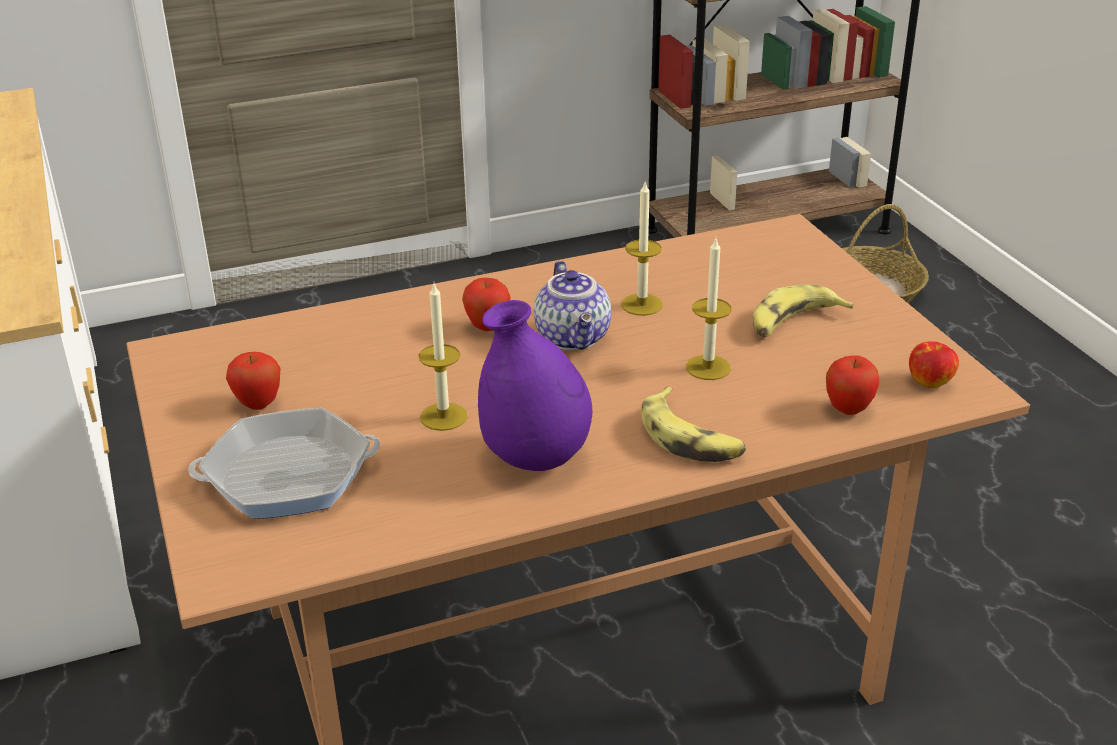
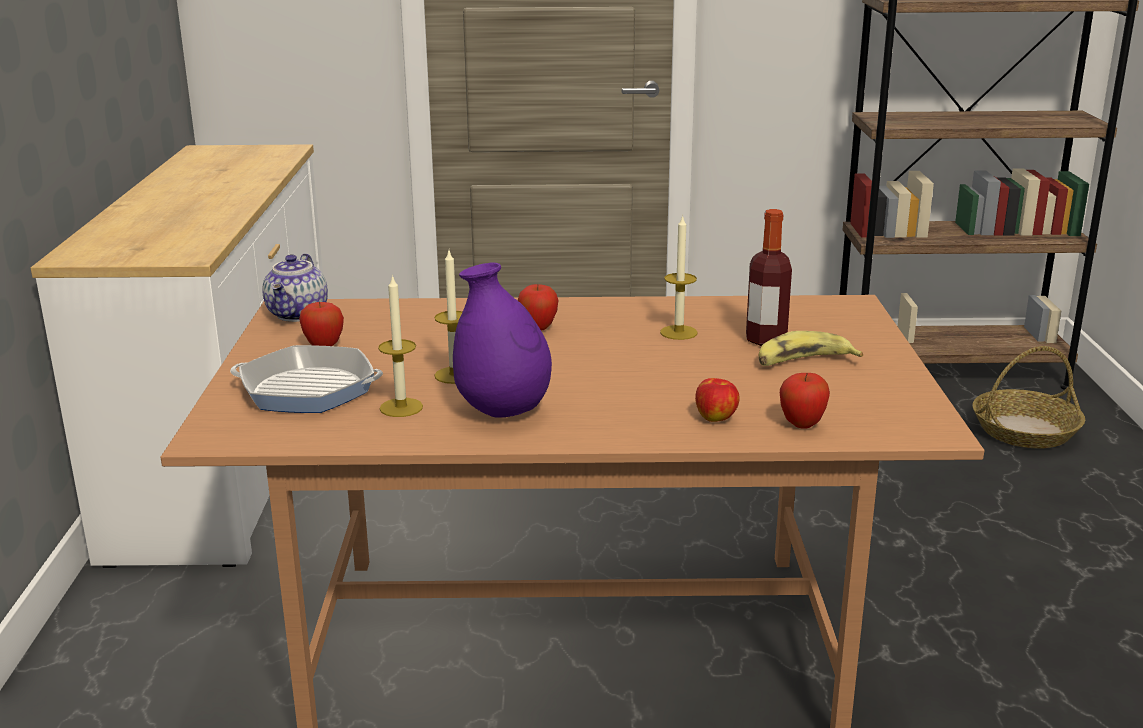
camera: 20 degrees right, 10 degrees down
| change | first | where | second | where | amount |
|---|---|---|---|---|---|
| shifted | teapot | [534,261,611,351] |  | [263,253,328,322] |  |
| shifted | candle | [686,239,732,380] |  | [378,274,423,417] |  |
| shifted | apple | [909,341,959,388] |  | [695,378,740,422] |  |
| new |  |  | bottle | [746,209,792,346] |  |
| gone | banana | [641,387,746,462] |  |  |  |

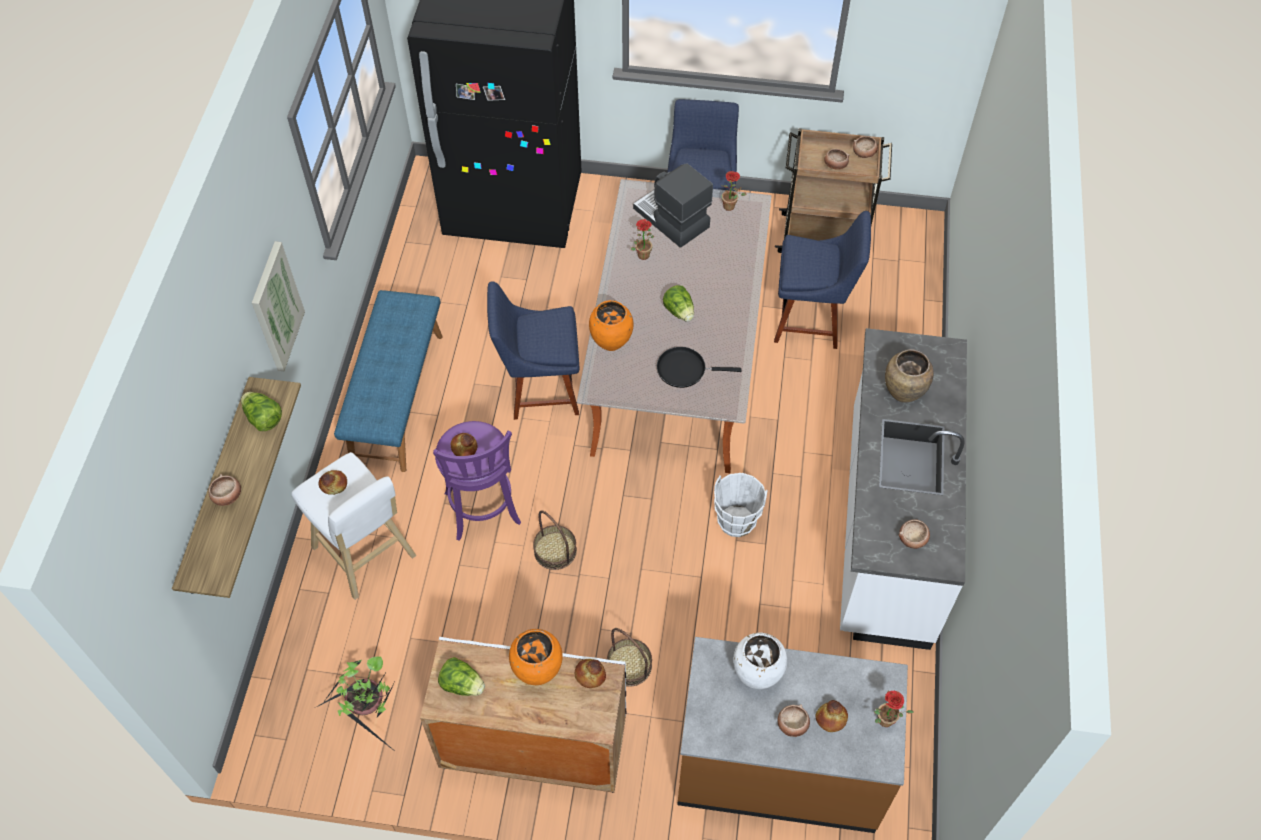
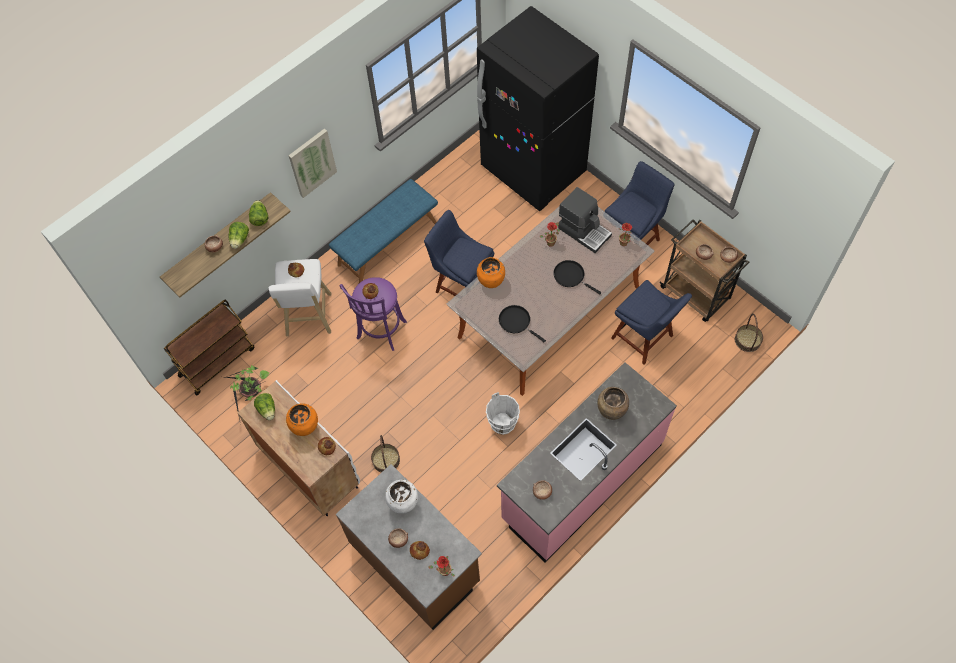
camera: 40 degrees right, 5 degrees up
| change | first | where | second | where | amount |
|---|---|---|---|---|---|
| new |  |  | brown_cart | [164,300,254,395] |  |
| shifted | lettuce | [663,285,694,322] |  | [228,222,249,249] |  |
| repainted | white_counter | [840,328,967,650] | pink_counter | [497,362,677,562] |  |
| new |  |  | black_frying_pan | [553,260,601,295] |  |
| rotated | coffee_machine | [633,164,713,248] |  | [558,187,612,253] | 135 degrees clockwise |
| shifted | basket | [533,511,577,570] |  | [735,313,763,352] |  |

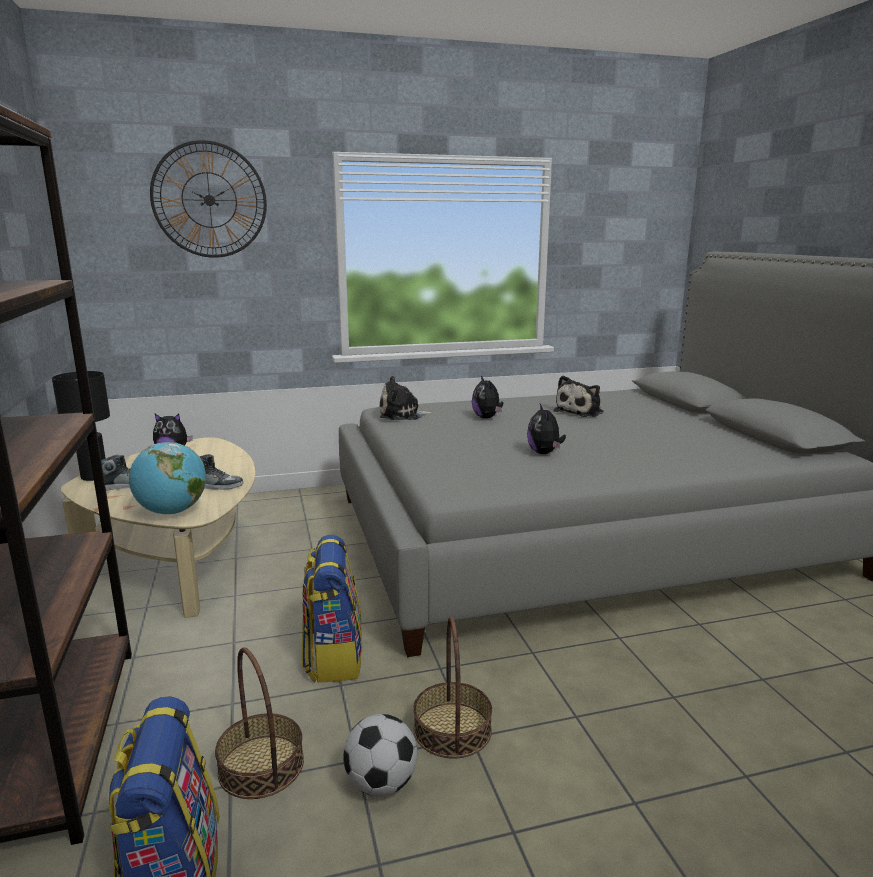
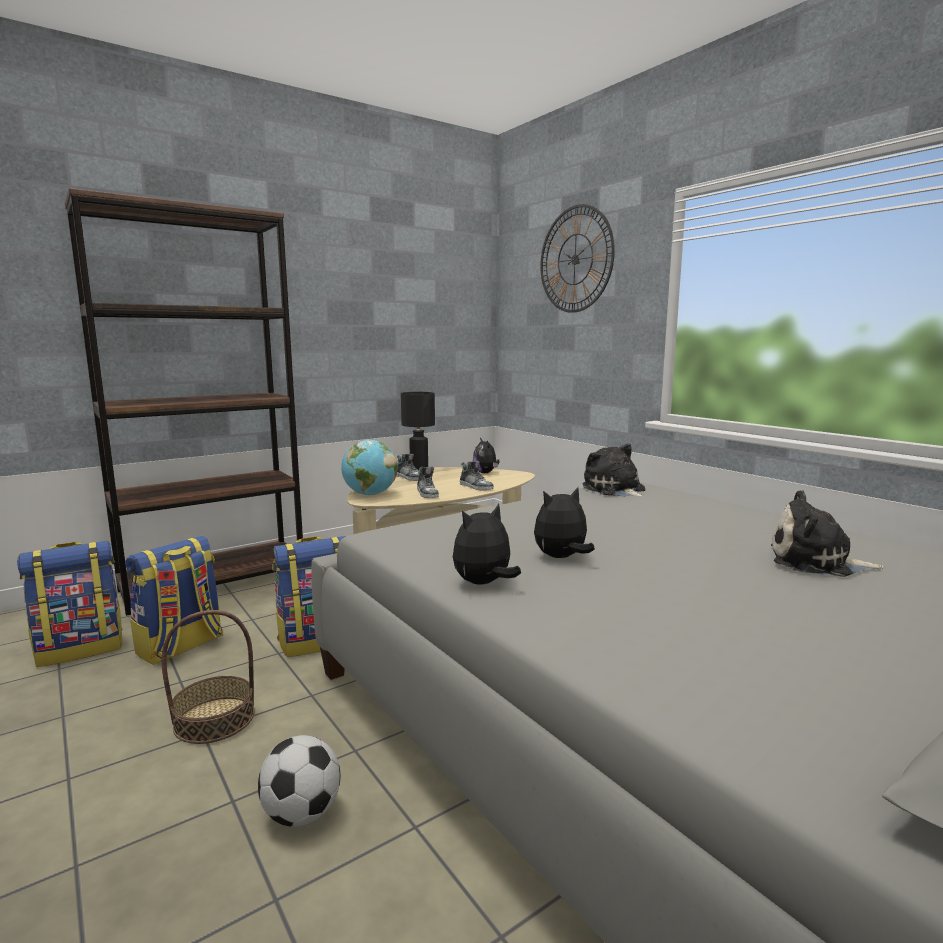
camera: 70 degrees right, 5 degrees down
| change | first | where | second | where | amount |
|---|---|---|---|---|---|
| swapped | basket | [215,647,304,799] | backpack | [126,536,223,665] |  |
| shifted | football | [343,714,417,796] |  | [258,735,340,827] |  |
| shifted | plush_toy | [472,376,503,419] |  | [453,504,521,585] |  |
| new |  |  | shoe | [460,461,494,491] |  |

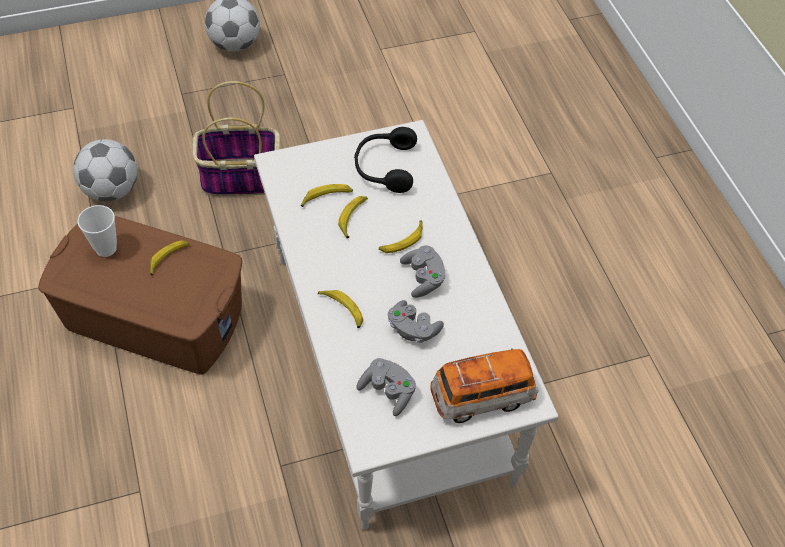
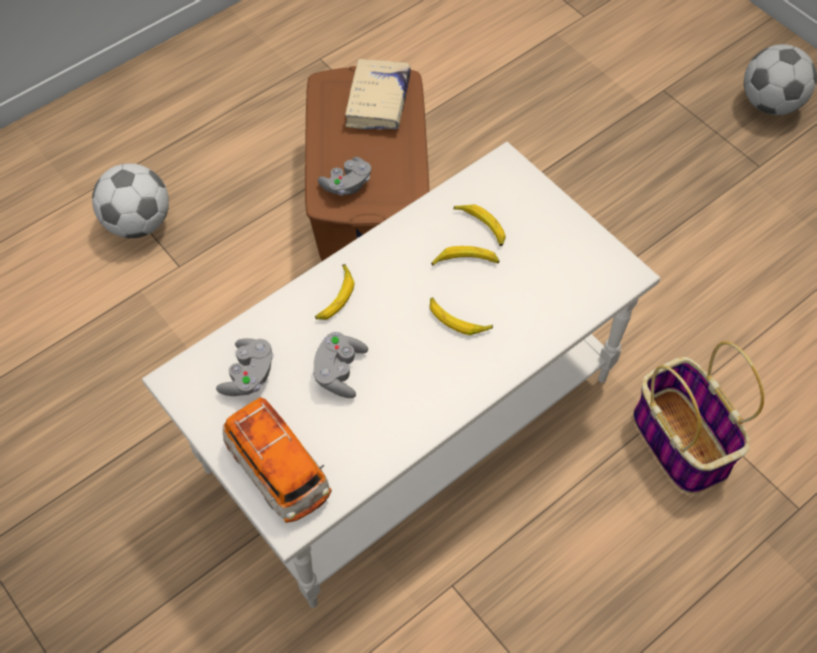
camera: 70 degrees right, 5 degrees up
| change | first | where | second | where | amount |
|---|---|---|---|---|---|
| shifted | football | [73,139,138,202] |  | [92,163,169,238] |  |
| shifted | grey_game_controller | [400,245,445,298] |  | [318,157,371,196] |  |
| swapped | cup | [77,205,117,257] | beige_book | [345,58,411,130] |  |
| shifted | basket | [192,81,280,196] |  | [633,341,764,494] |  |
| gone | banana | [150,240,189,275] |  |  |  |
| gone | black_headphones | [354,127,417,193] |  |  |  |

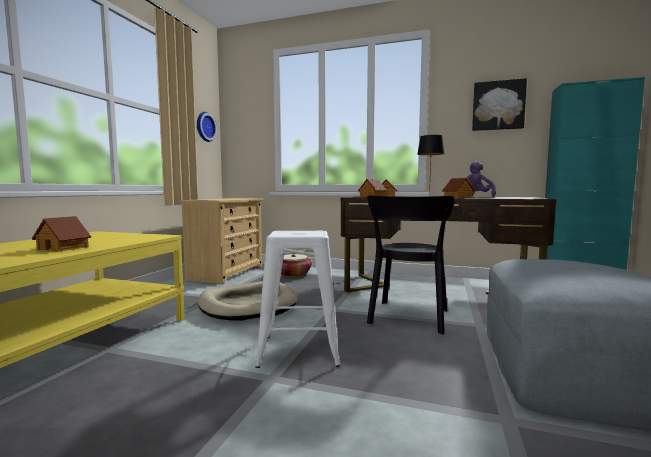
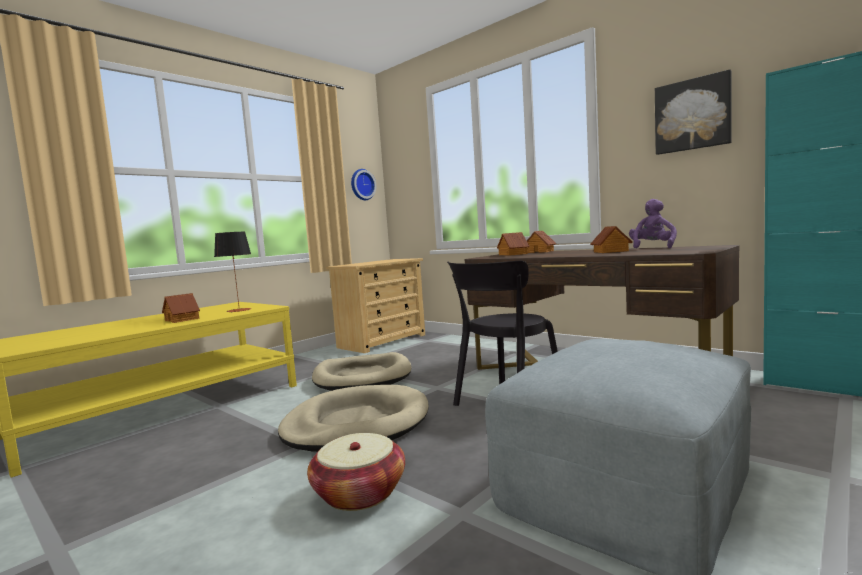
camera: 25 degrees right, 0 degrees up
| change | first | where | second | where | amount |
|---|---|---|---|---|---|
| shifted | table_lamp | [417,135,445,197] |  | [214,232,251,312] |  |
| swapped | white_stool | [255,231,340,368] | beige_dog_bed | [278,385,429,452] |  |
| shifted | basket | [281,254,312,277] |  | [307,433,405,511] |  |

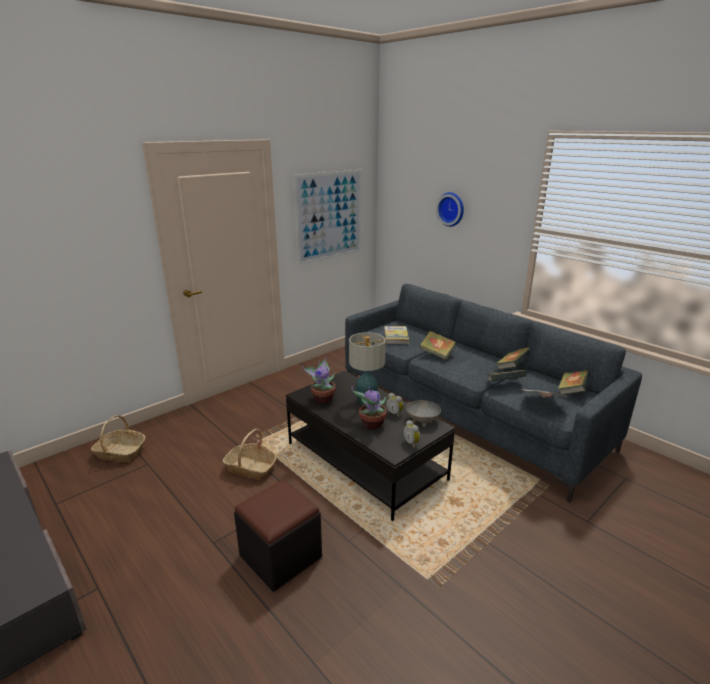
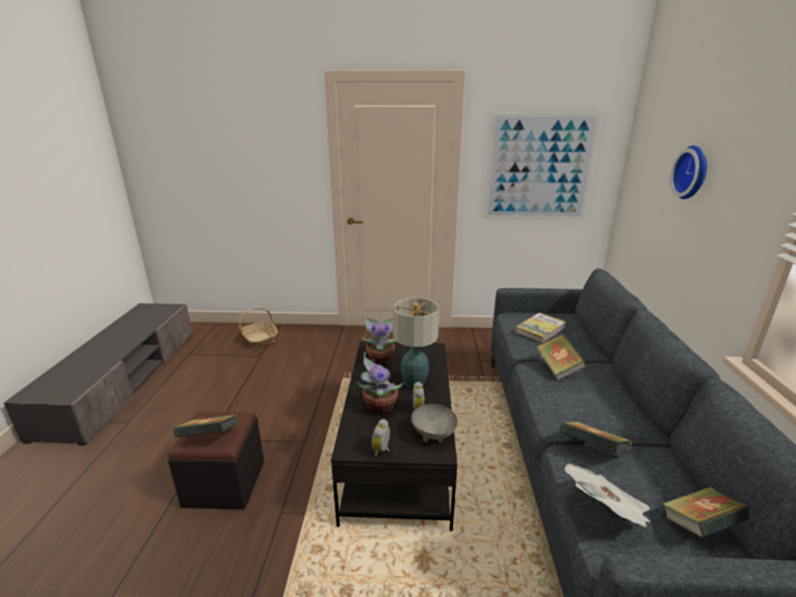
camera: 45 degrees right, 0 degrees up
| change | first | where | second | where | amount |
|---|---|---|---|---|---|
| shifted | book | [496,348,530,370] |  | [174,415,239,437] |  |
| gone | basket | [223,429,277,480] |  |  |  |

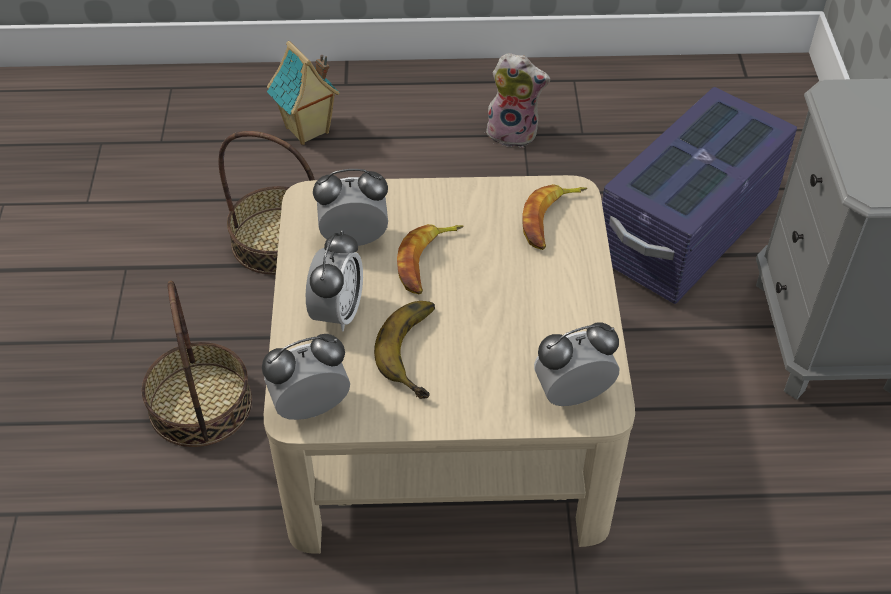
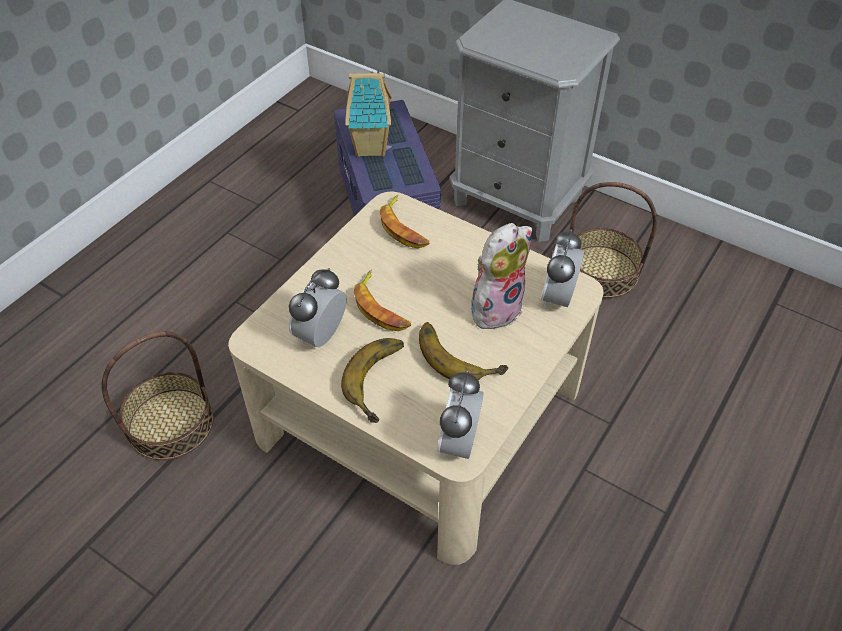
camera: 55 degrees left, 0 degrees up
| change | first | where | second | where | amount |
|---|---|---|---|---|---|
| swapped | alarm_clock | [306,230,363,332] | banana | [341,338,404,423] |  |
| shifted | toy_house | [267,41,340,145] |  | [345,69,392,157] |  |
| shifted | plush_toy | [486,53,550,148] |  | [471,223,533,333] |  |
| shifted | basket | [142,280,252,447] |  | [570,182,657,298] |  |

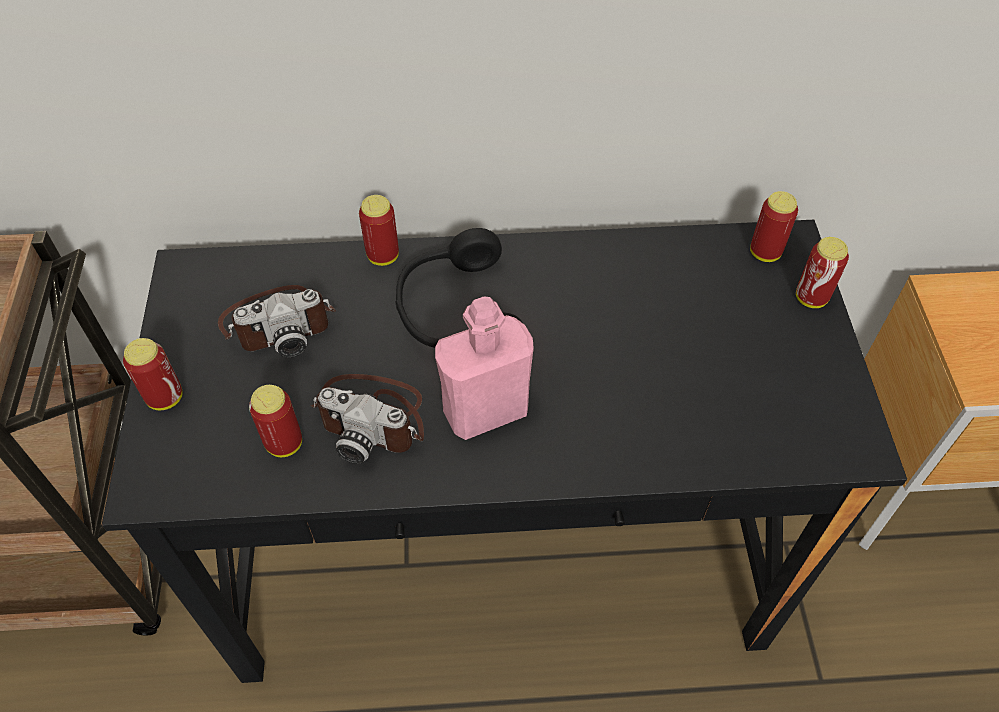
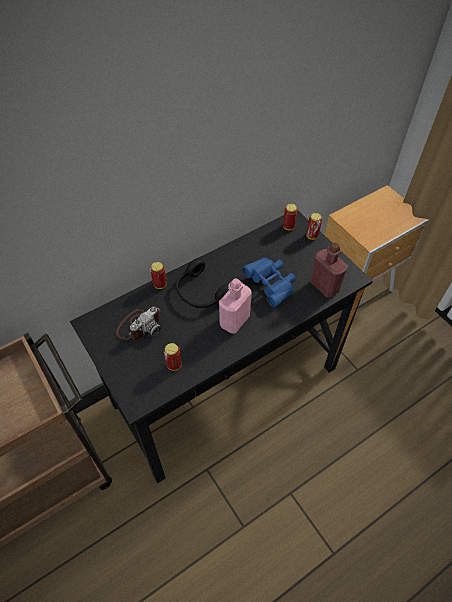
camera: 30 degrees left, 0 degrees up
| change | first | where | second | where | amount |
|---|---|---|---|---|---|
| new |  |  | blue_binoculars | [242,257,296,307] |  |
| new |  |  | red_bottle | [310,242,348,298] |  |
| gone | can | [123,338,183,410] |  |  |  |
| gone | photo_camera | [310,374,424,464] |  |  |  |

